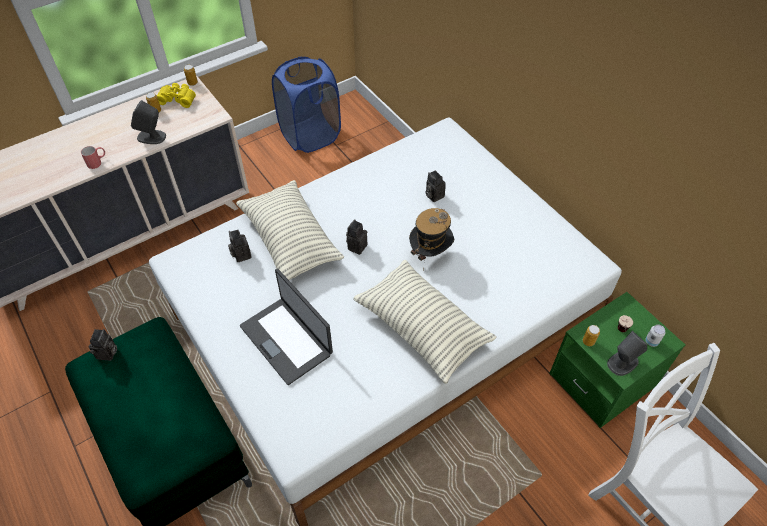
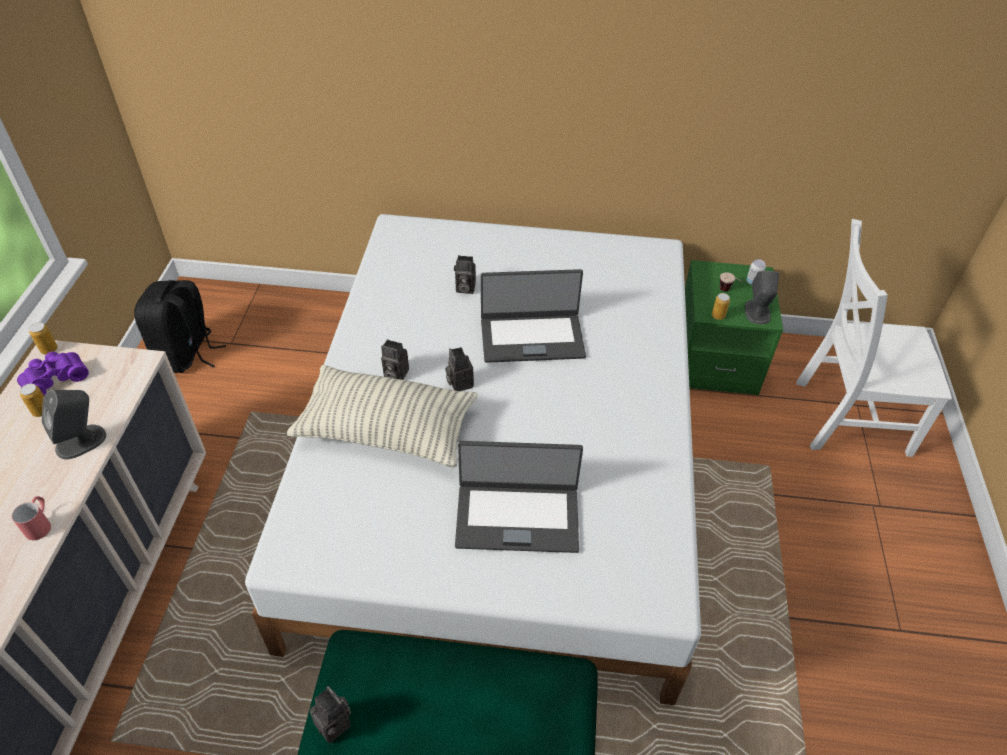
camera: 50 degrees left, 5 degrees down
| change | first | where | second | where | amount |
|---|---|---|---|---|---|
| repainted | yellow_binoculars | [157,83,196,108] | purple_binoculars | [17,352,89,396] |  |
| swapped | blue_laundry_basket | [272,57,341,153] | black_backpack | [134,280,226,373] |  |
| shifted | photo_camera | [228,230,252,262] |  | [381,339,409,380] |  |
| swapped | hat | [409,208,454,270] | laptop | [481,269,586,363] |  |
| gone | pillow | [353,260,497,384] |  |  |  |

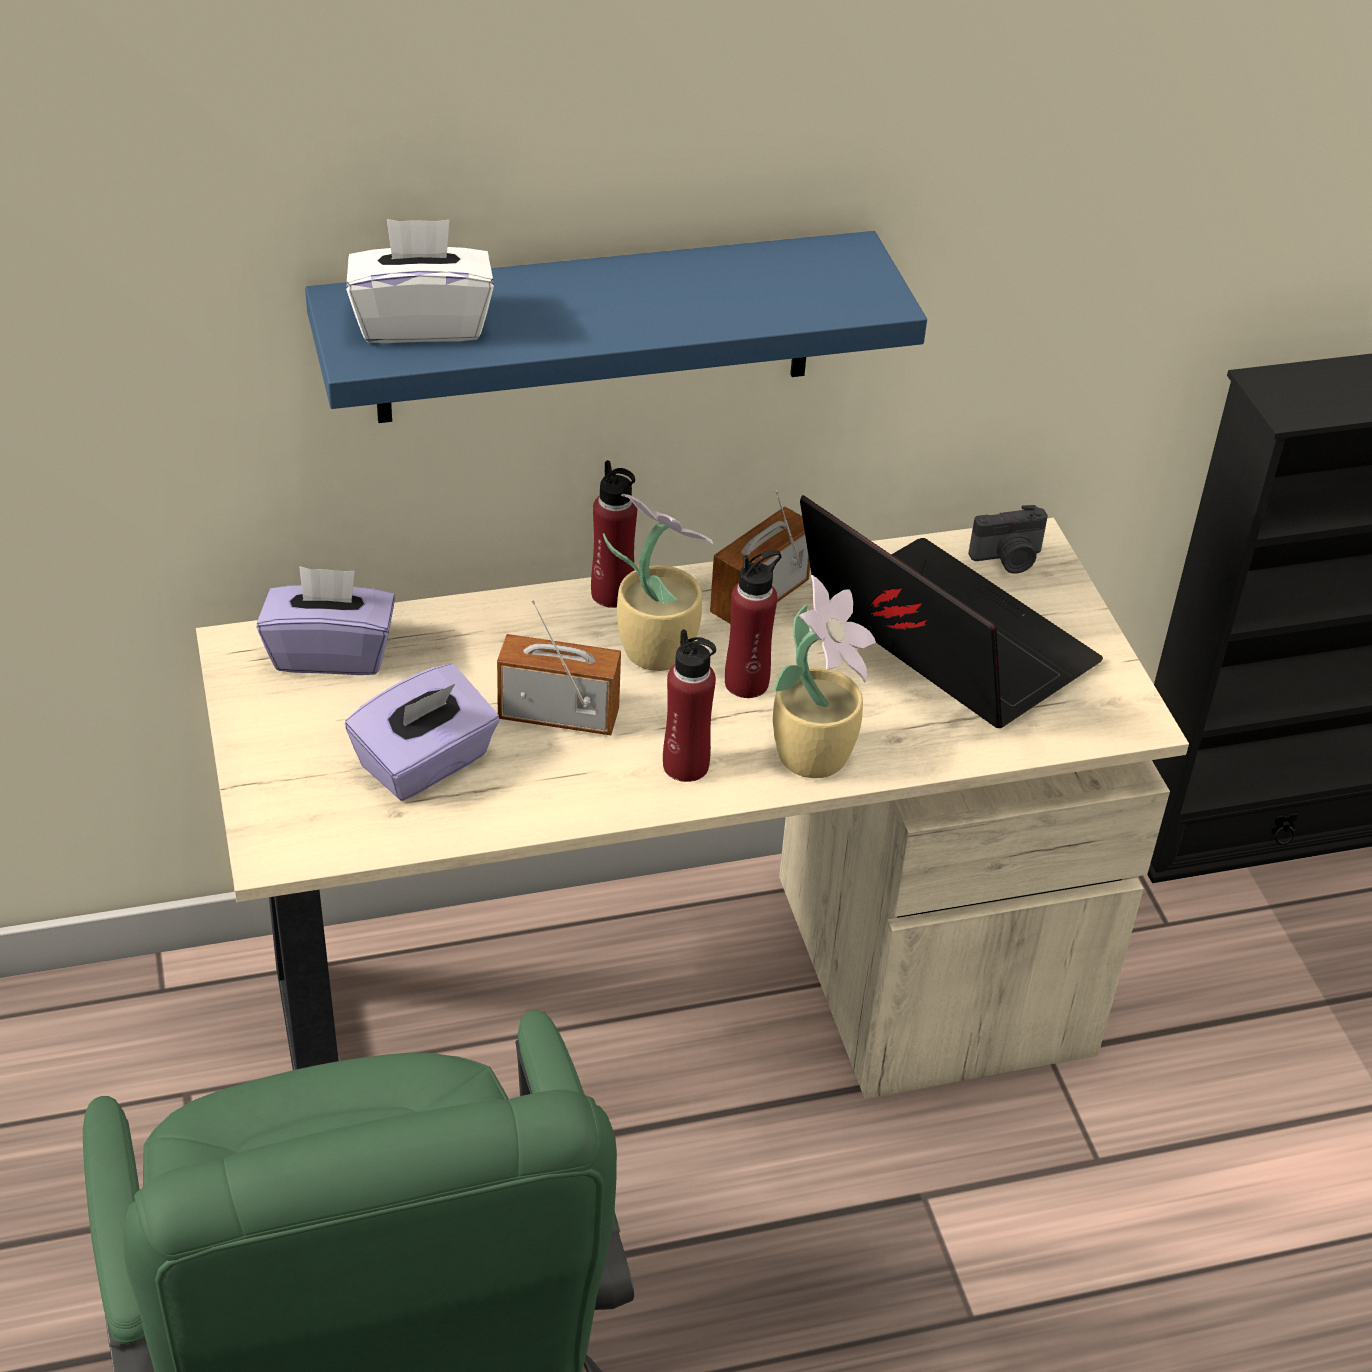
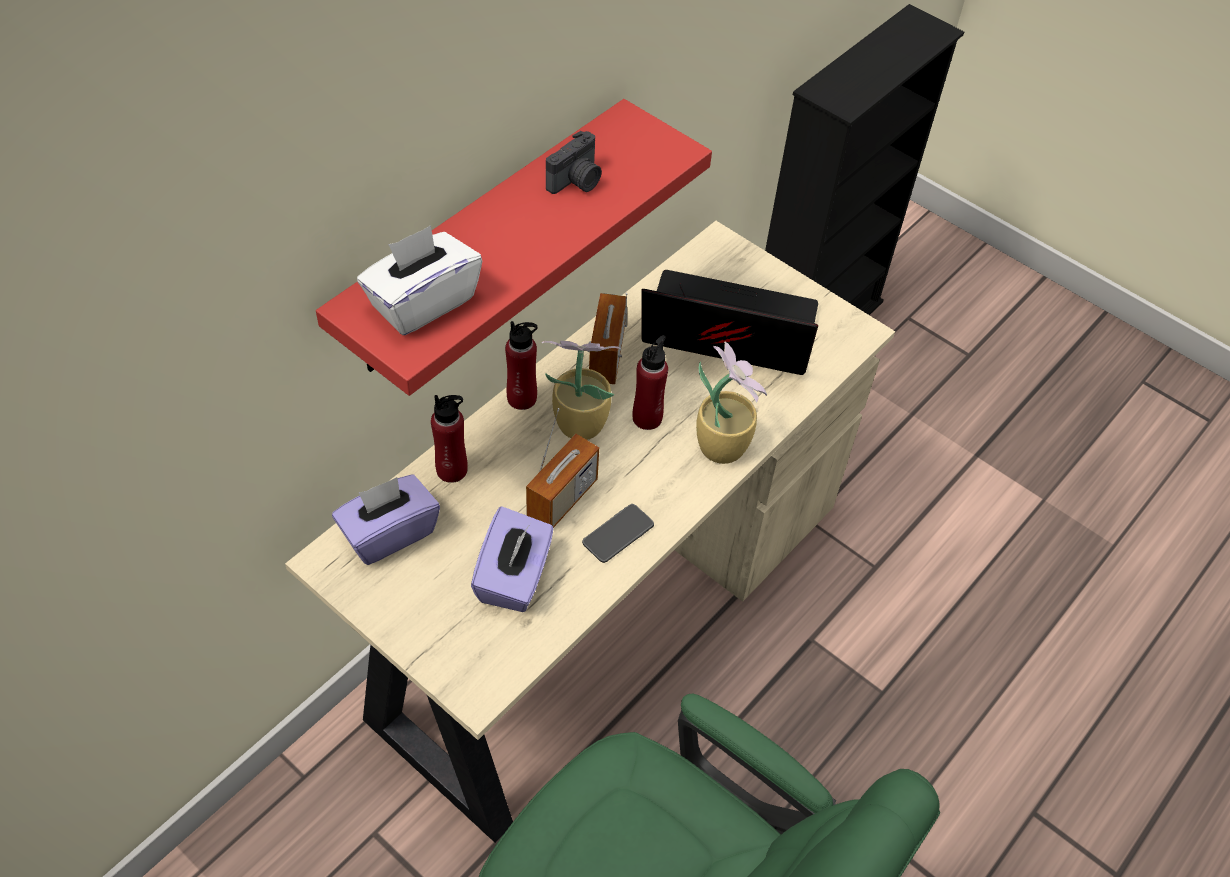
camera: 35 degrees left, 10 degrees up
| change | first | where | second | where | amount |
|---|---|---|---|---|---|
| repainted | blue_shelf | [305,231,927,423] | red_shelf | [316,99,712,396] |  |
| shifted | red_bottle | [663,629,716,782] |  | [431,395,468,483] |  |
| rotated | radio | [497,599,621,735] |  | [526,408,599,528] | 150 degrees clockwise |
| shifted | photo_camera | [968,505,1048,574] |  | [546,131,602,194] |  |
| new |  |  | phone | [582,504,654,563] |  |

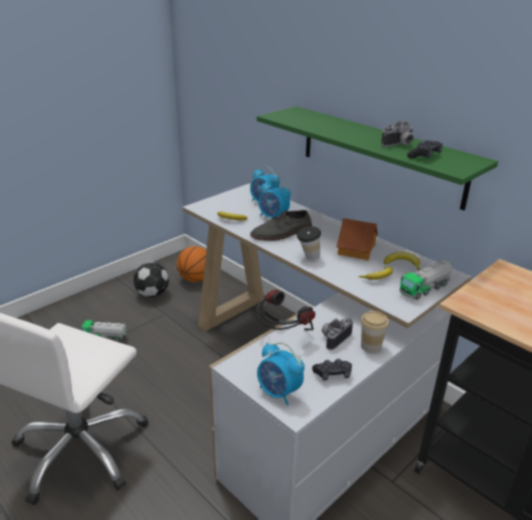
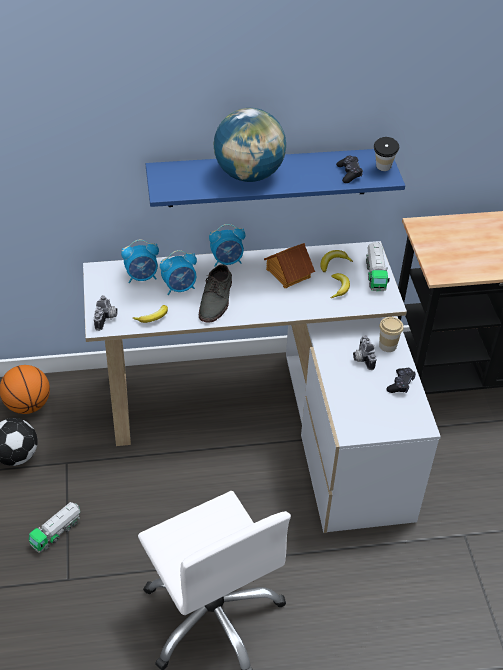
camera: 55 degrees left, 15 degrees up
| change | first | where | second | where | amount |
|---|---|---|---|---|---|
| shifted | photo_camera | [381,121,414,147] |  | [94,295,118,331] |  |
| repainted | green_shelf | [257,106,498,210] | blue_shelf | [146,149,405,207] |  |
| shifted | alarm_clock | [257,342,305,405] |  | [209,224,245,267] |  |
| new |  |  | globe | [214,108,286,182] |  |
| shifted | cup | [297,226,321,260] |  | [374,137,399,171] |  |
| gone | headphones | [256,289,315,331] |  |  |  |

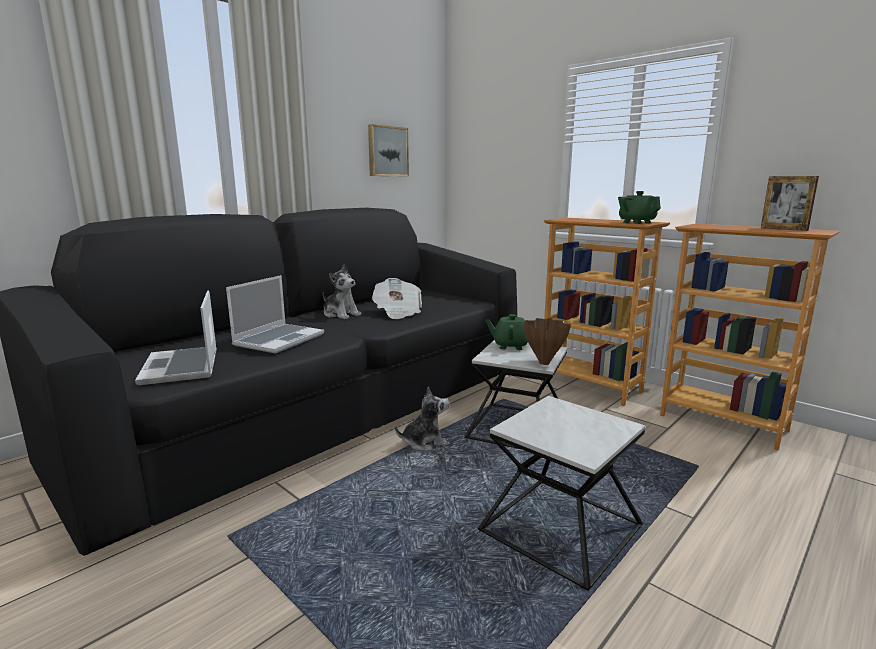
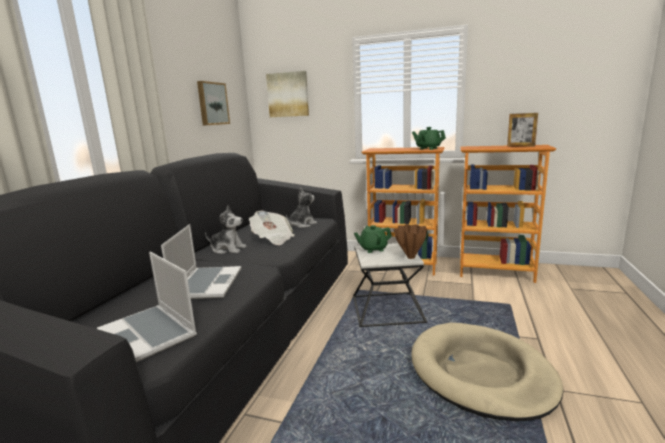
camera: 25 degrees left, 0 degrees up
| change | first | where | second | where | amount |
|---|---|---|---|---|---|
| new |  |  | picture | [266,71,309,117] |  |
| shifted | plush_toy | [395,386,450,451] |  | [286,188,317,228] |  |
| swapped | side_table | [478,396,645,591] | beige_dog_bed | [411,323,564,421] |  |

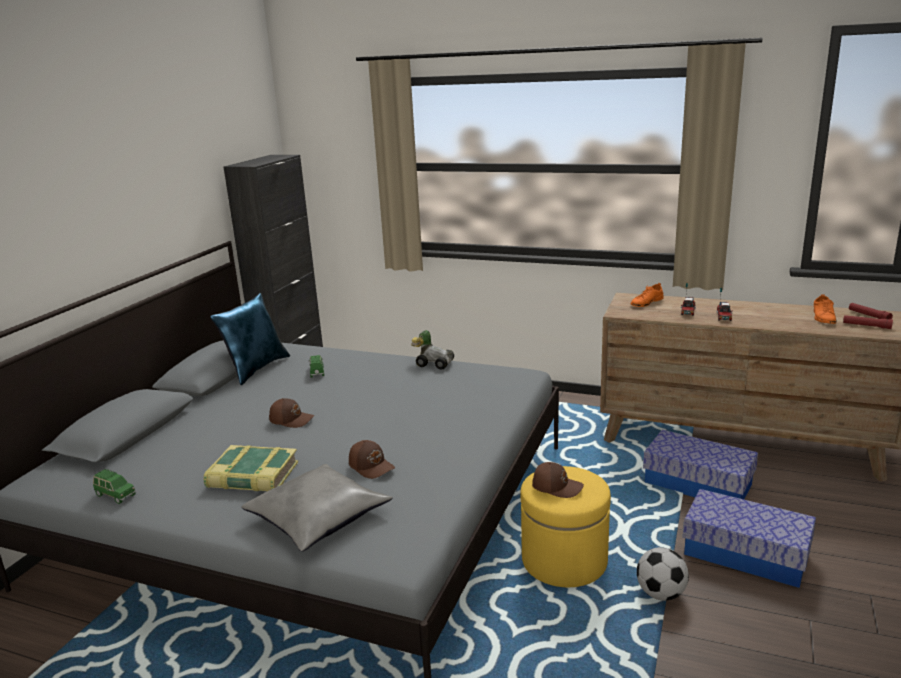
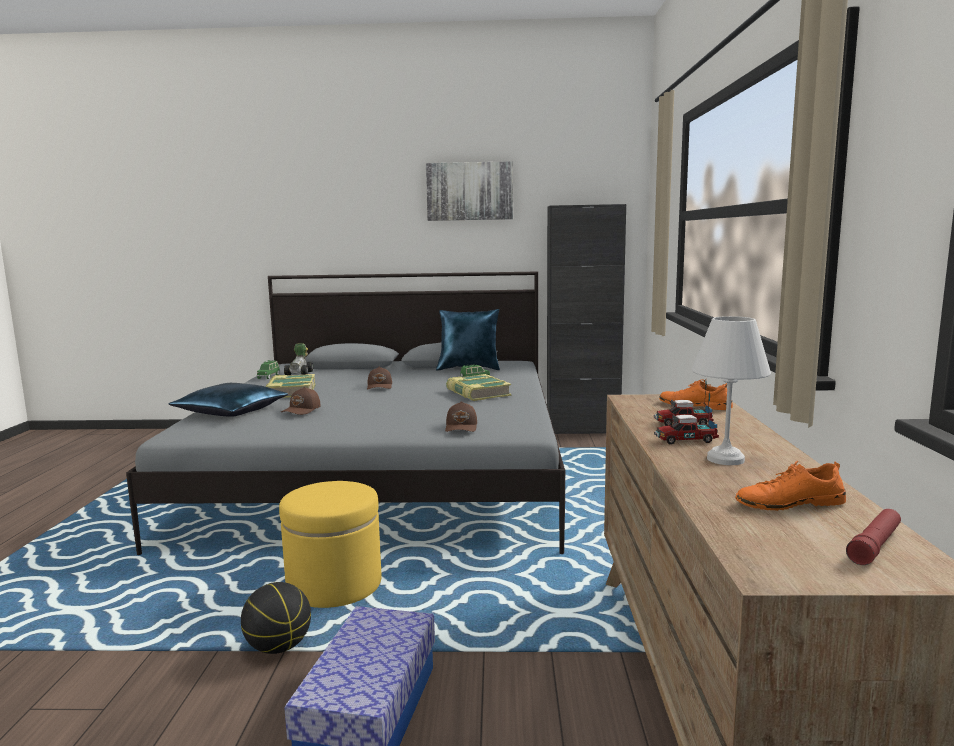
camera: 70 degrees right, 10 degrees down
| change | first | where | second | where | amount |
|---|---|---|---|---|---|
| repainted | grey_pillow | [241,464,393,552] | blue_pillow | [169,383,288,417] |  |
| swapped | football | [637,547,689,601] | basketball | [241,582,311,654] |  |
| shifted | toy_car | [411,330,454,370] |  | [284,343,313,375] |  |
| new |  |  | picture | [426,161,513,221] |  |
| shifted | brown_cap | [532,462,584,498] |  | [445,401,477,432] |  |
| new |  |  | book | [446,374,511,401] |  |
| new |  |  | white_table_lamp | [692,316,771,465] |  |
| gone | storage_box | [643,430,758,499] |  |  |  |
| gone | red_flashlight | [843,315,893,329] |  |  |  |

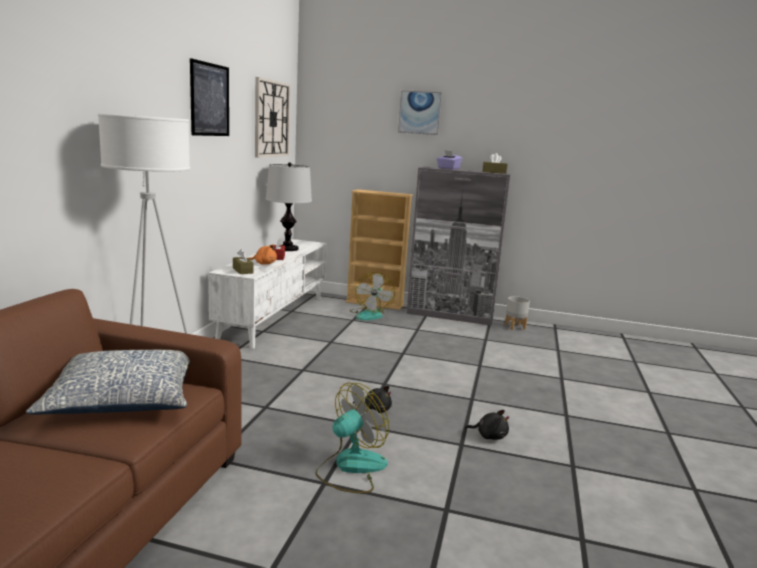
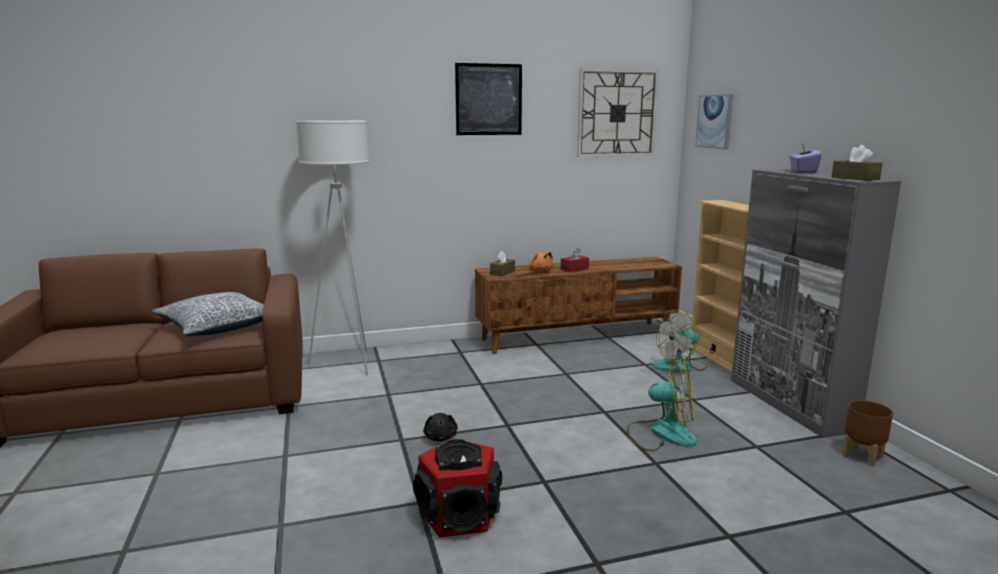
camera: 60 degrees right, 0 degrees up
| change | first | where | second | where | amount |
|---|---|---|---|---|---|
| swapped | black_plush_toy | [465,410,509,440] | speaker | [413,438,502,537] |  |
| repainted | white_tv_stand | [208,239,327,349] | brown_tv_stand | [475,257,682,354] |  |
| shifted | fan | [315,382,389,493] |  | [627,357,697,451] |  |
| shifted | picture | [398,90,442,135] |  | [695,94,733,149] |  |
| repainted | grey_planter | [505,296,530,330] | brown_planter | [842,400,893,466] |  |
| gone | table_lamp | [266,162,312,251] |  |  |  |

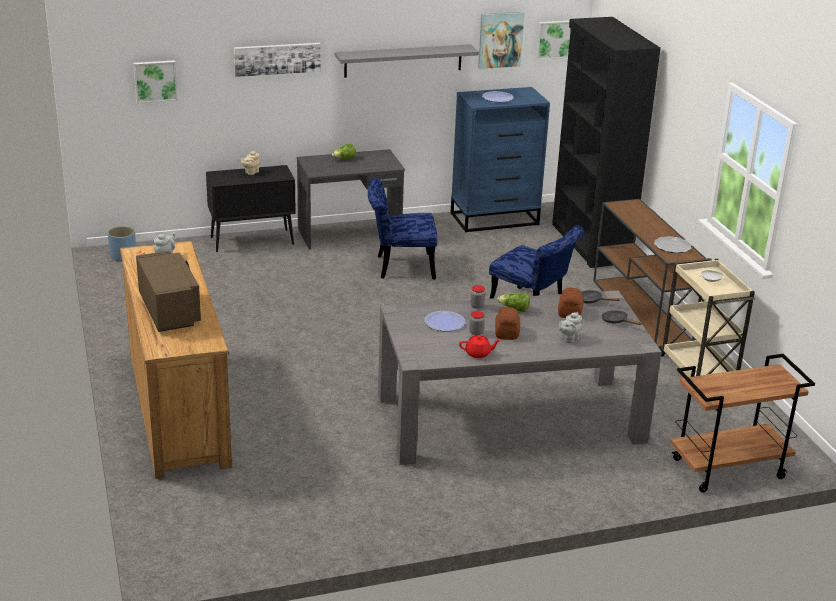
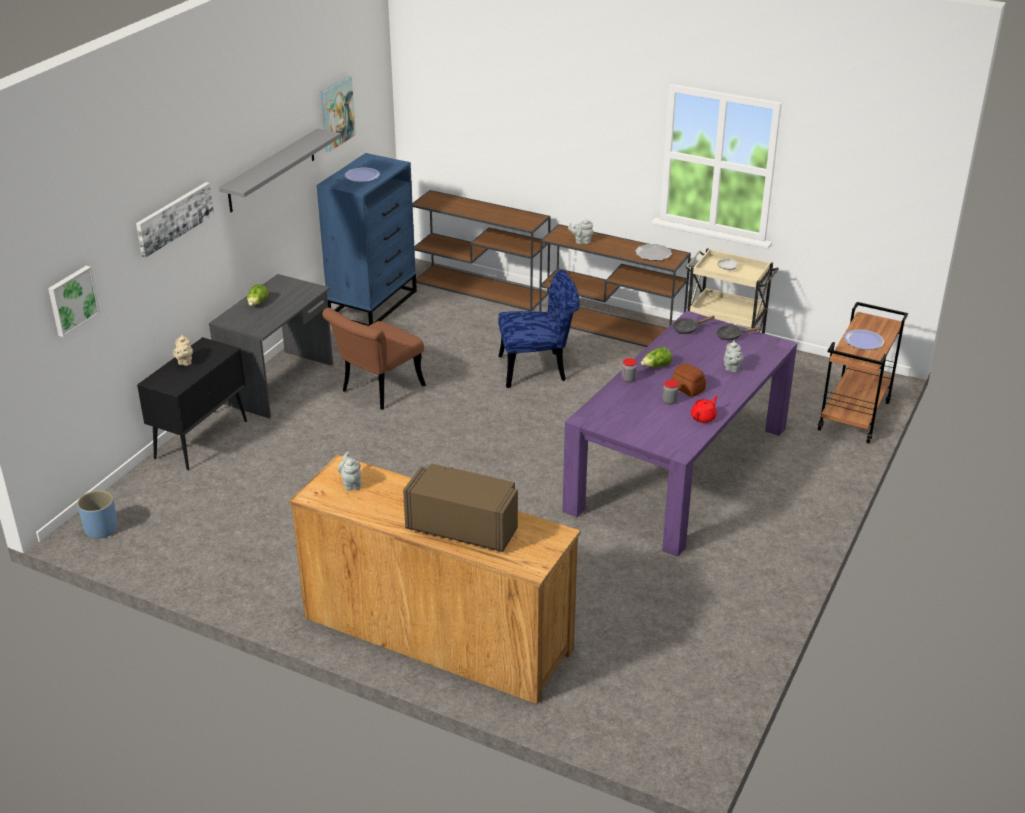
camera: 45 degrees left, 5 degrees up
| change | first | where | second | where | amount |
|---|---|---|---|---|---|
| repainted | blue_chair | [368,178,438,280] | brown_chair | [322,308,426,410] |  |
| swapped | black_bookcase | [552,17,661,268] | brown_console_table | [412,190,551,311] |  |
| repainted | grey_dining_table | [378,290,662,465] | purple_dining_table | [563,311,797,557] |  |
| new |  |  | grey_teapot | [568,220,594,244] |  |
| shifted | plate | [424,311,466,331] |  | [844,330,884,350] |  |
| gone | picture | [536,20,571,60] |  |  |  |
| gone | bread | [558,288,584,318] |  |  |  |

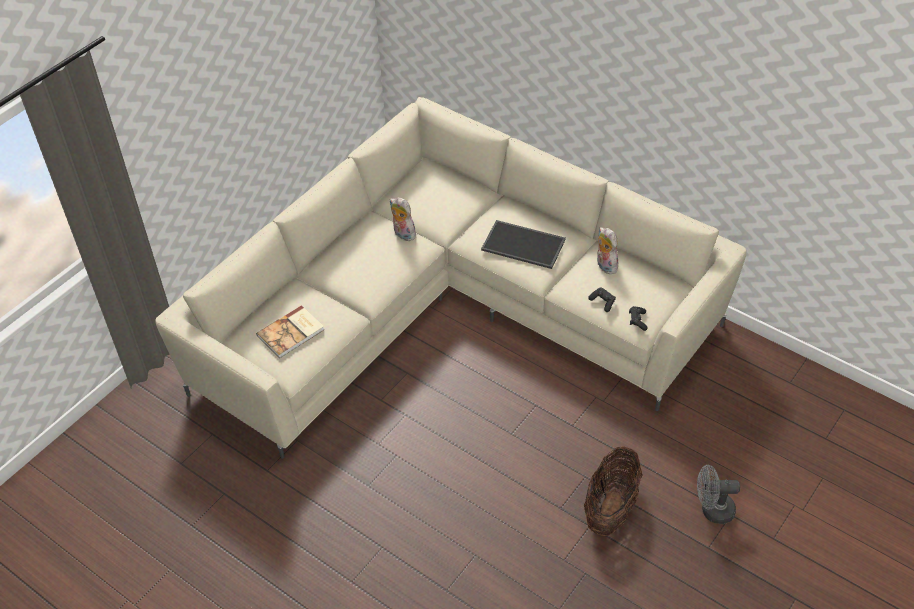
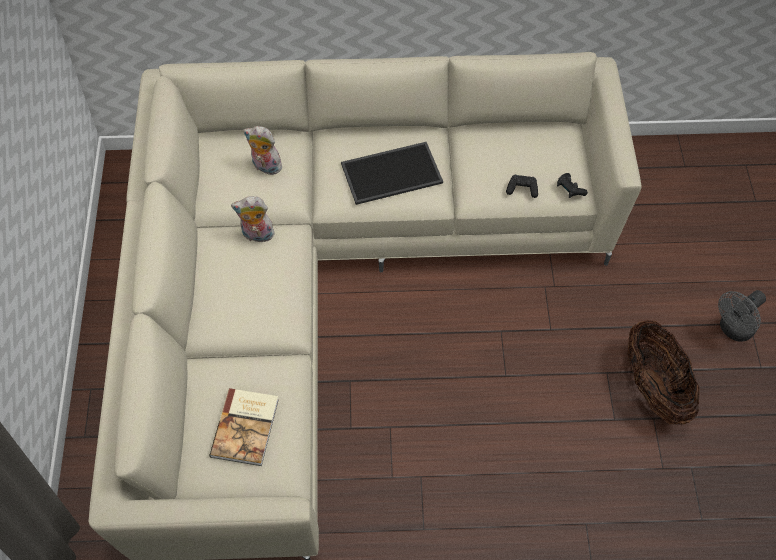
camera: 40 degrees left, 10 degrees up
| change | first | where | second | where | amount |
|---|---|---|---|---|---|
| shifted | plush_toy | [597,227,618,274] |  | [243,126,282,175] |  |

